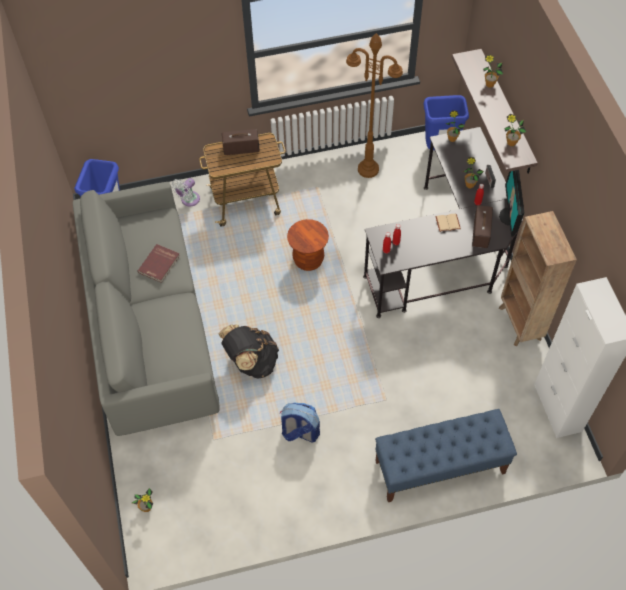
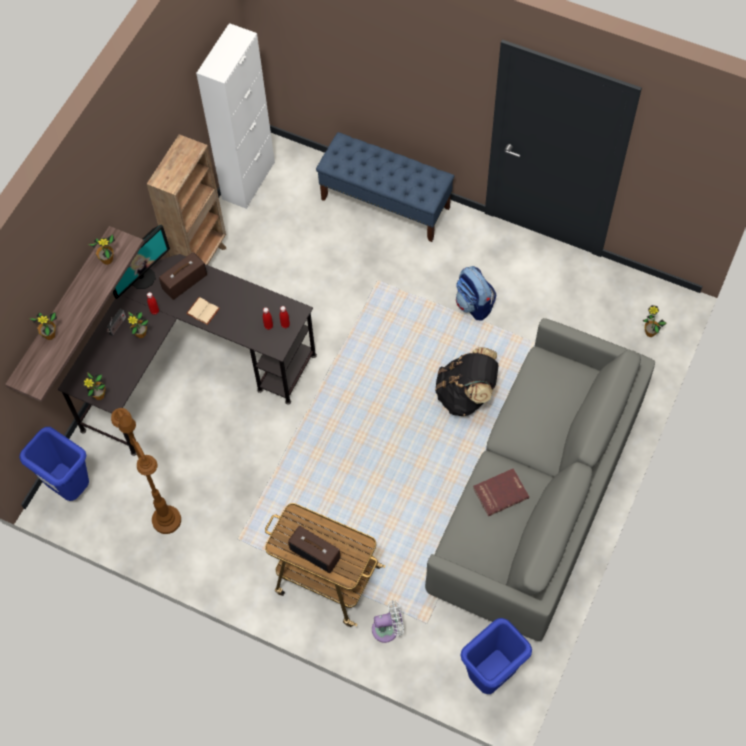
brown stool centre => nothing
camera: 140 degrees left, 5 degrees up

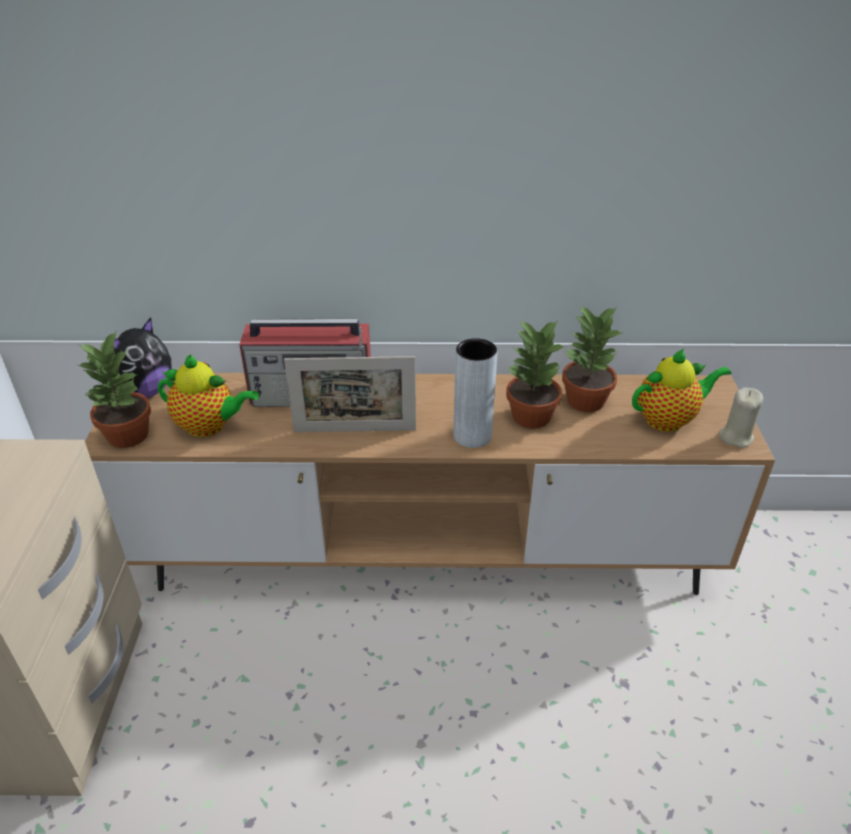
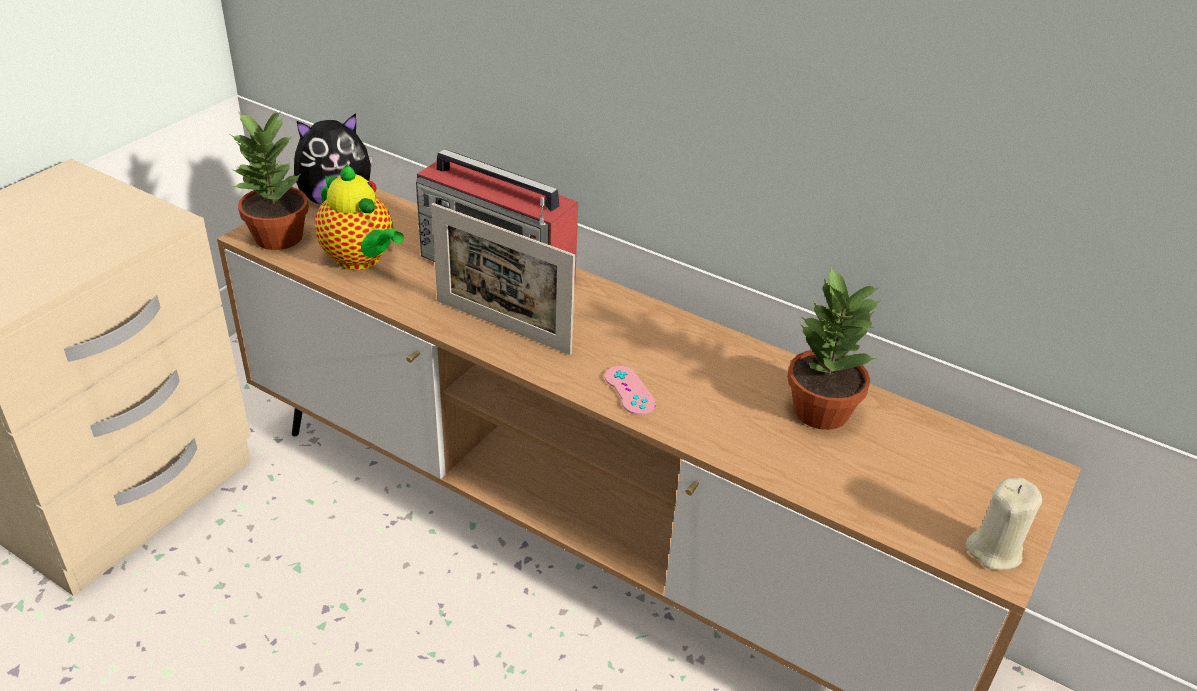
grey vase centre => pink game controller centre
potted plant (2nd from left) centre => nothing
teapot (2nd from left) middle right => nothing
camera: 30 degrees right, 0 degrees up

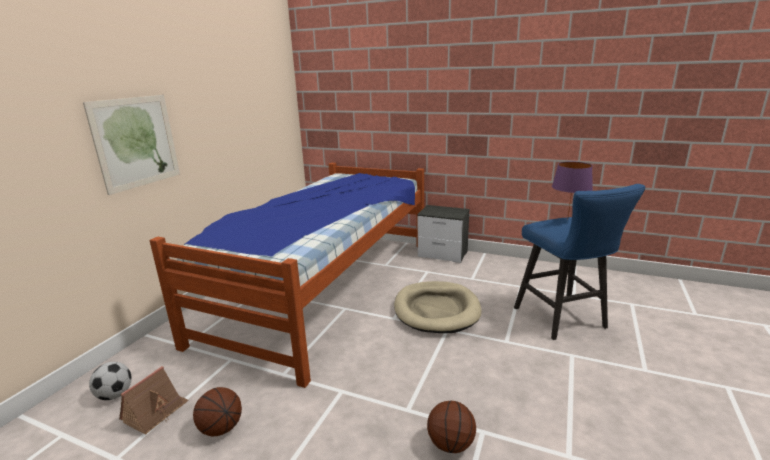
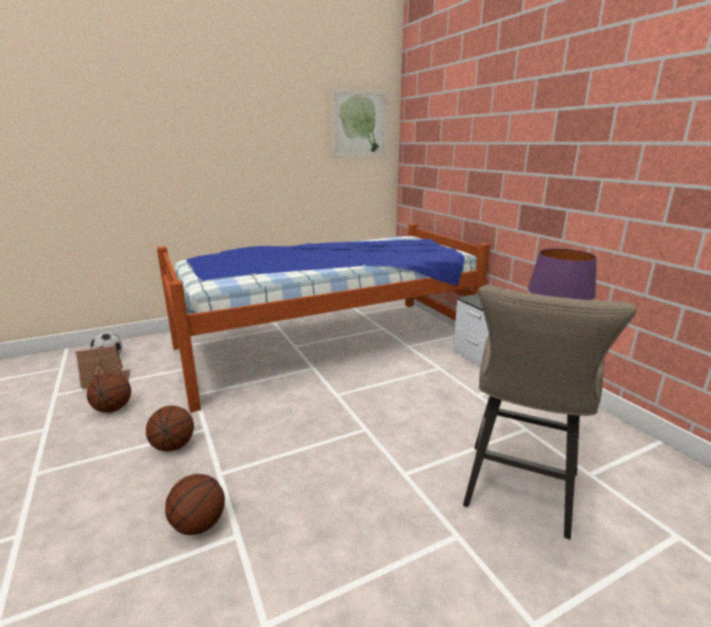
picture top left => picture top centre, move
beige dog bed bottom centre => nothing
blue stool middle right => beige stool middle right
nothing => basketball (2nd from left) bottom left
camera: 40 degrees right, 0 degrees up

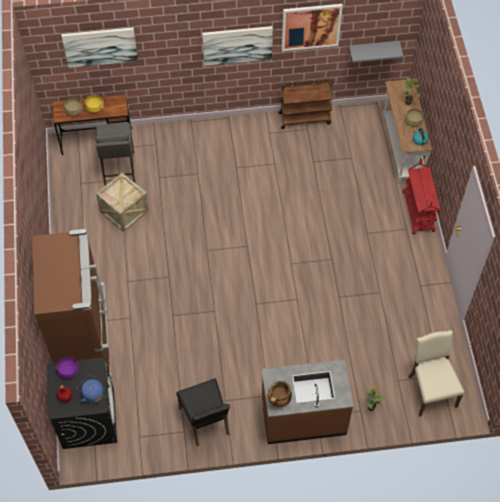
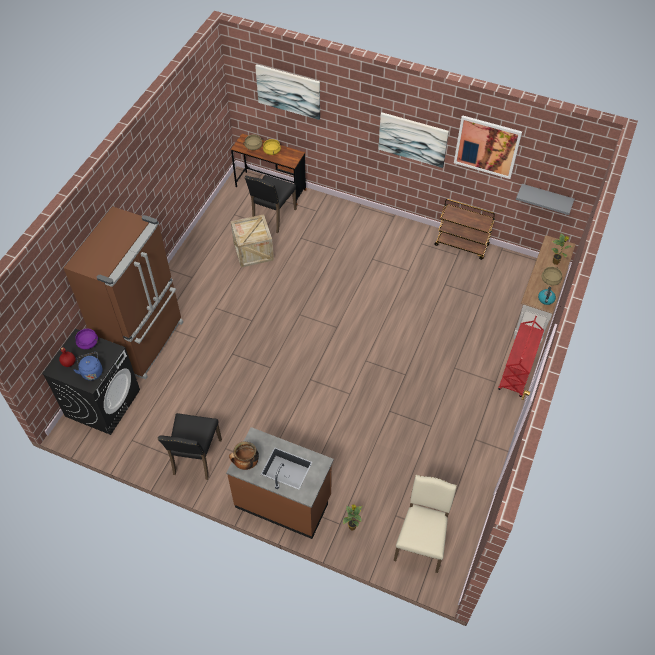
grey stool top left => black chair (2nd from left) top centre
camera: 30 degrees right, 5 degrees down

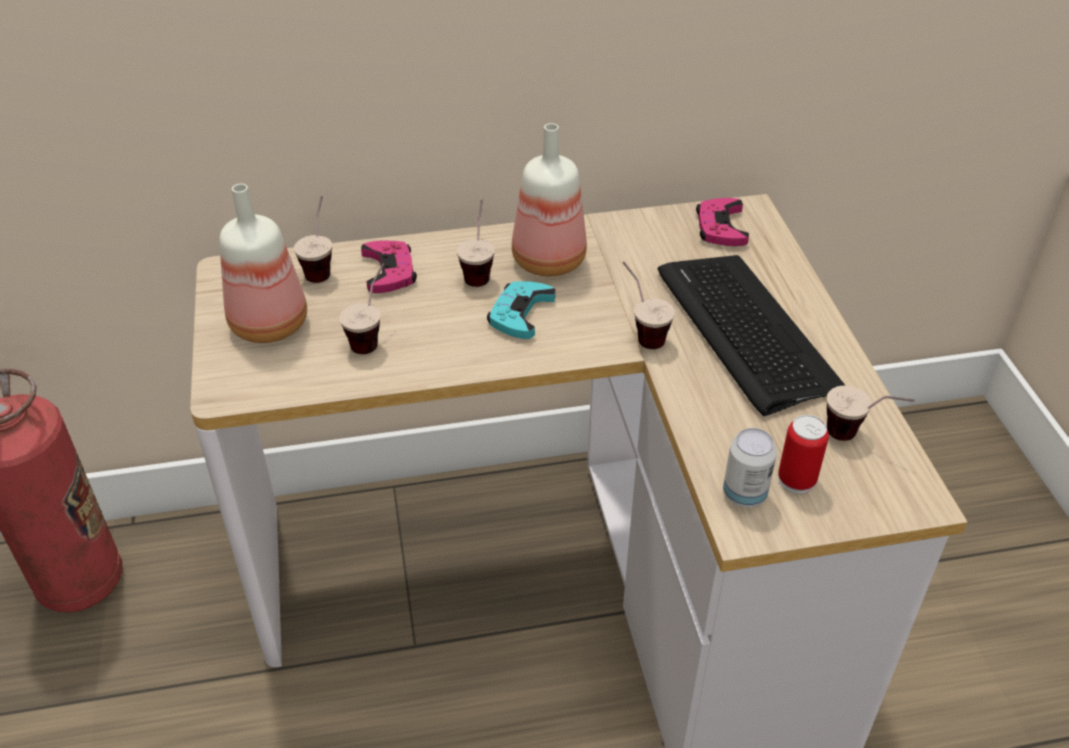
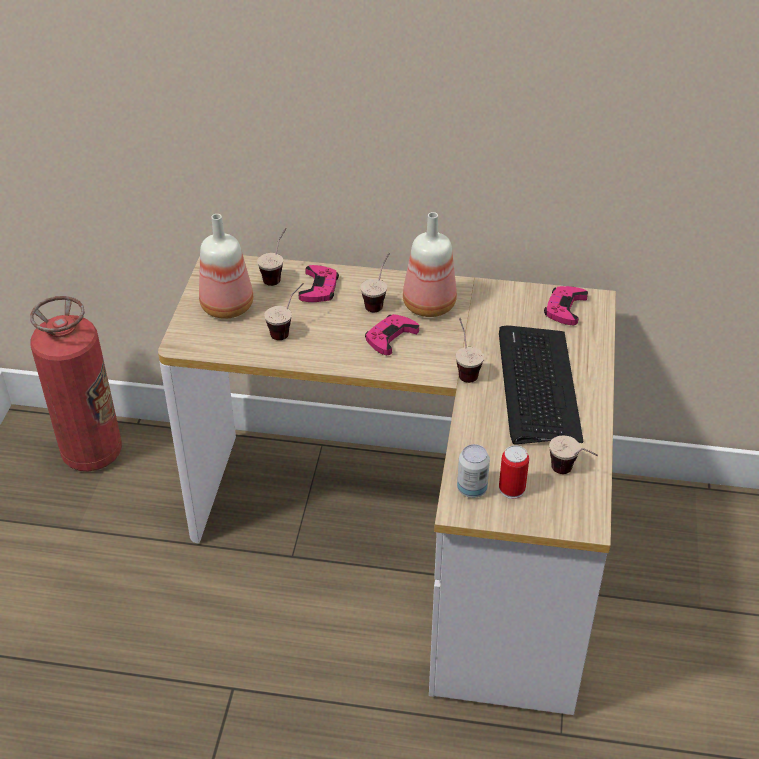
turquoise game controller centre => pink game controller (2nd from left) centre
camera: 20 degrees right, 0 degrees up

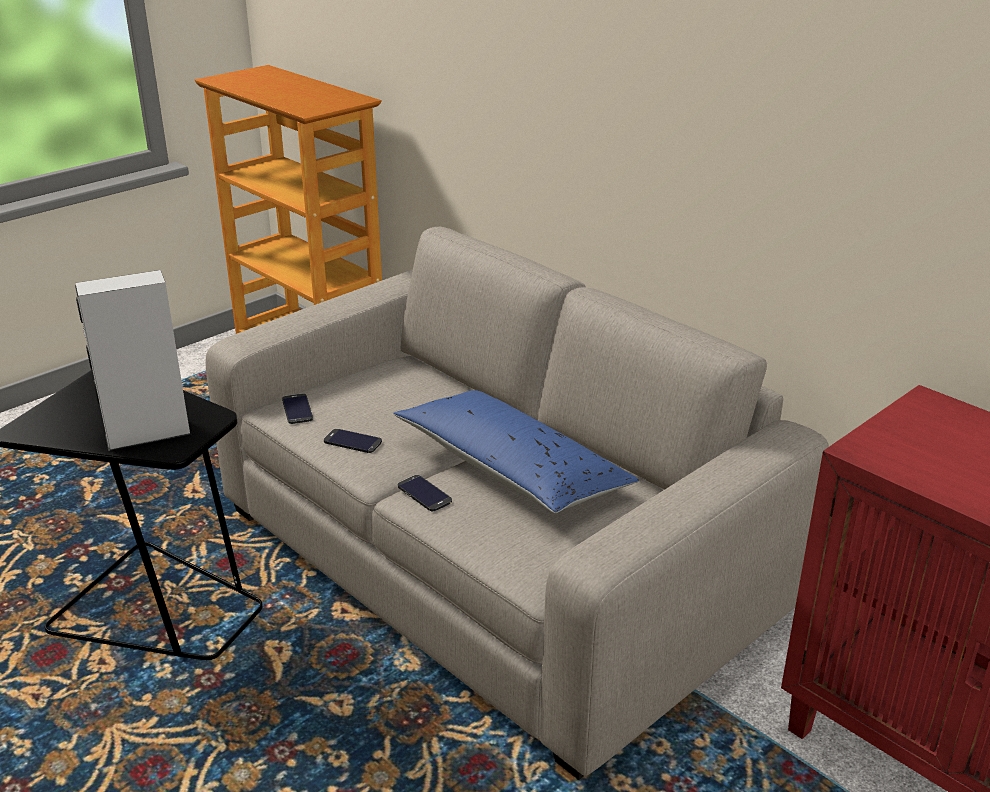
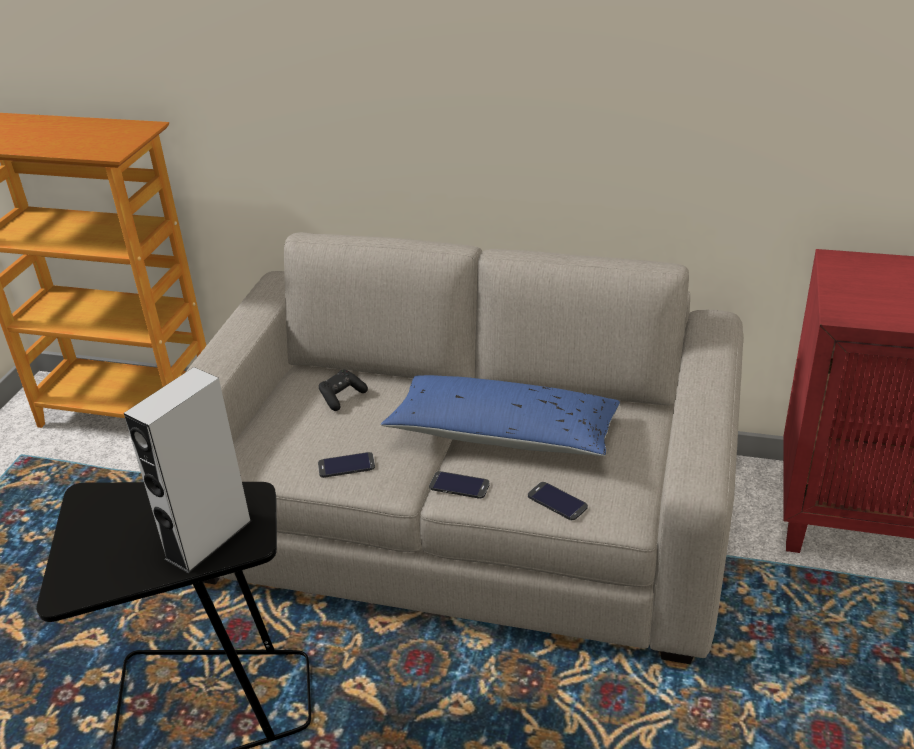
phone (1st from left in the first image) middle left => phone (3rd from left) bottom centre, move
nothing => black game controller centre
camera: 30 degrees left, 5 degrees up

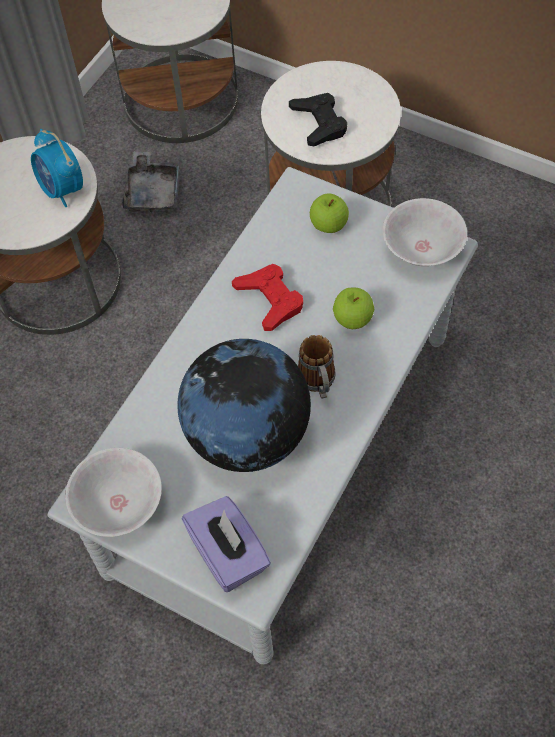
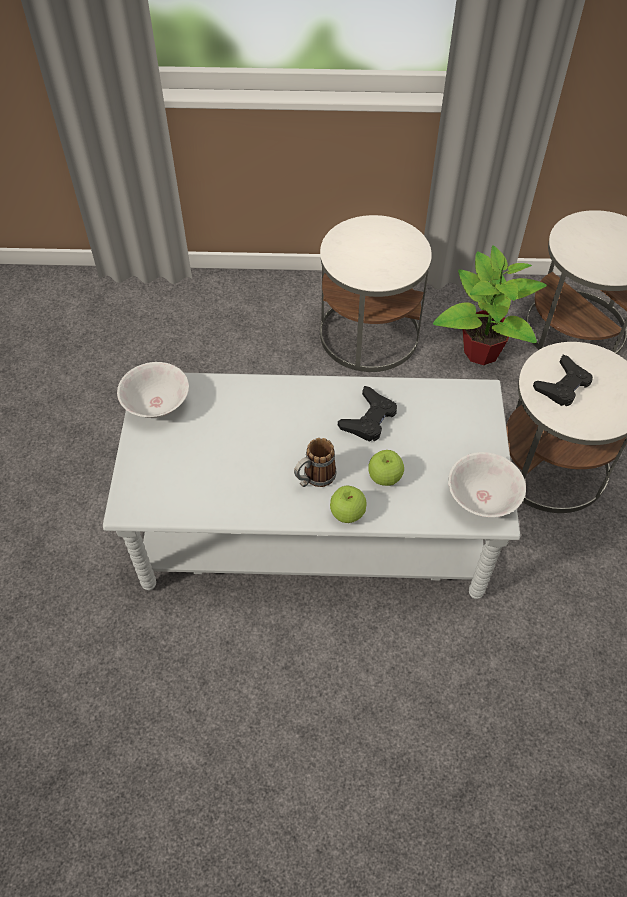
alarm clock top left => nothing
grey tray top left => potted plant middle right
globe centre => nothing
purple tissue box bottom centre => nothing
red game controller centre => black game controller (1st from left) centre
apple (1st from left) top centre => apple (1st from left) centre, move
camera: 60 degrees right, 5 degrees down

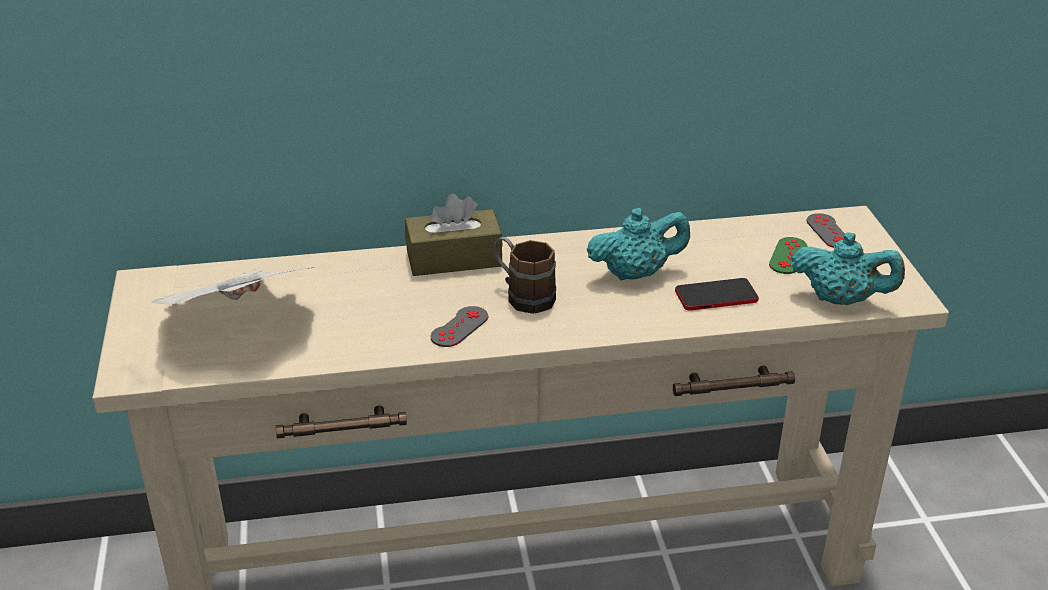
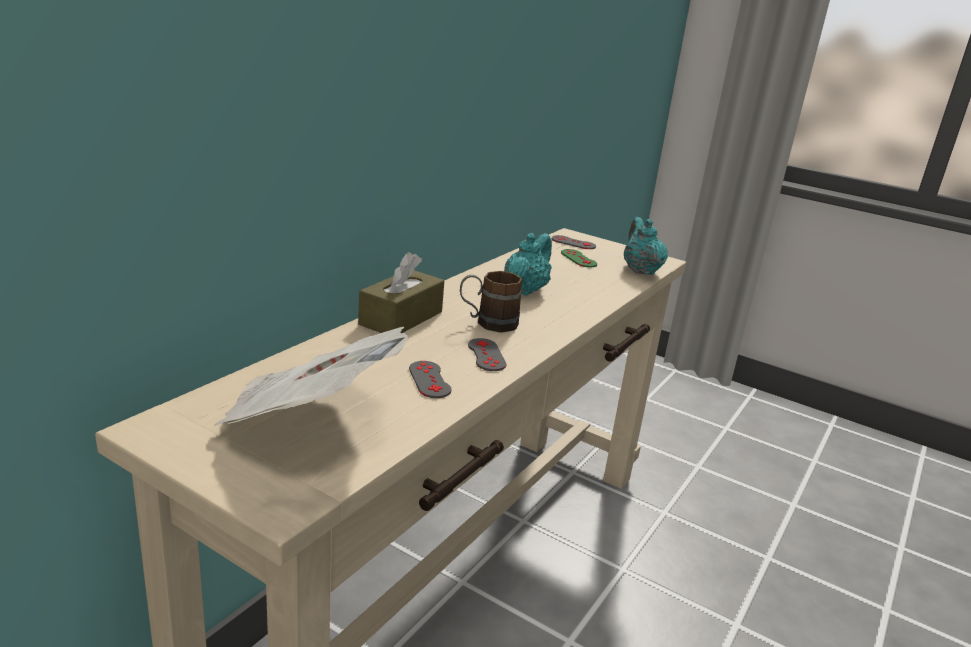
phone middle right => nothing
turquoise teapot (2nd from left) middle right => turquoise teapot (2nd from left) centre, 75 degrees counterclockwise
nothing => grey game controller (1st from left) centre
camera: 50 degrees left, 10 degrees down

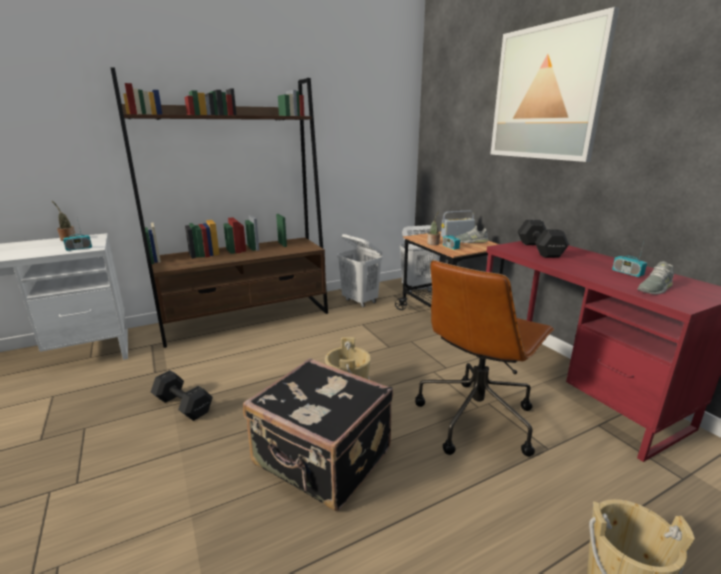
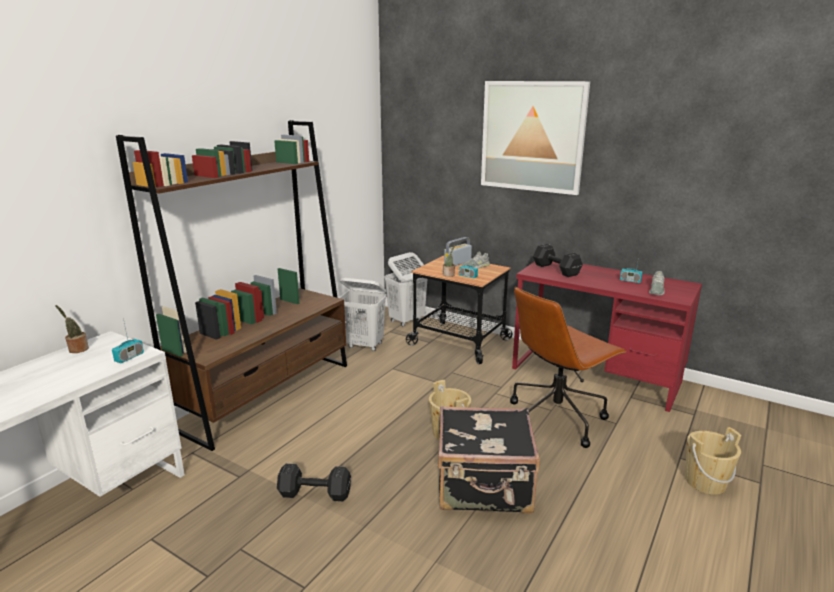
brown office chair middle right, 45 degrees clockwise
camera: 30 degrees left, 0 degrees up

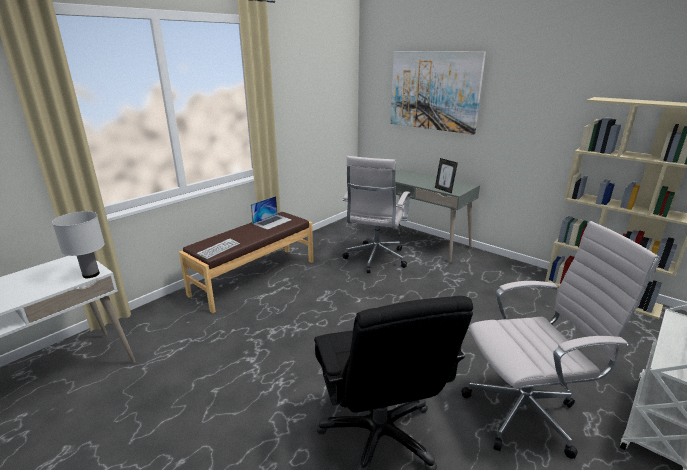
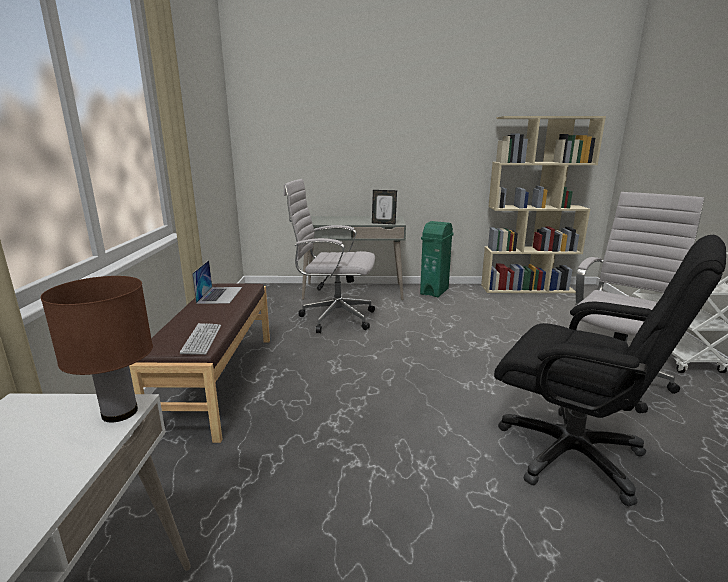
white table lamp middle left => brown table lamp middle left
white office chair (1st from left) centre, 120 degrees clockwise
picture top centre => nothing
nothing => green trash can centre
camera: 40 degrees left, 5 degrees down

